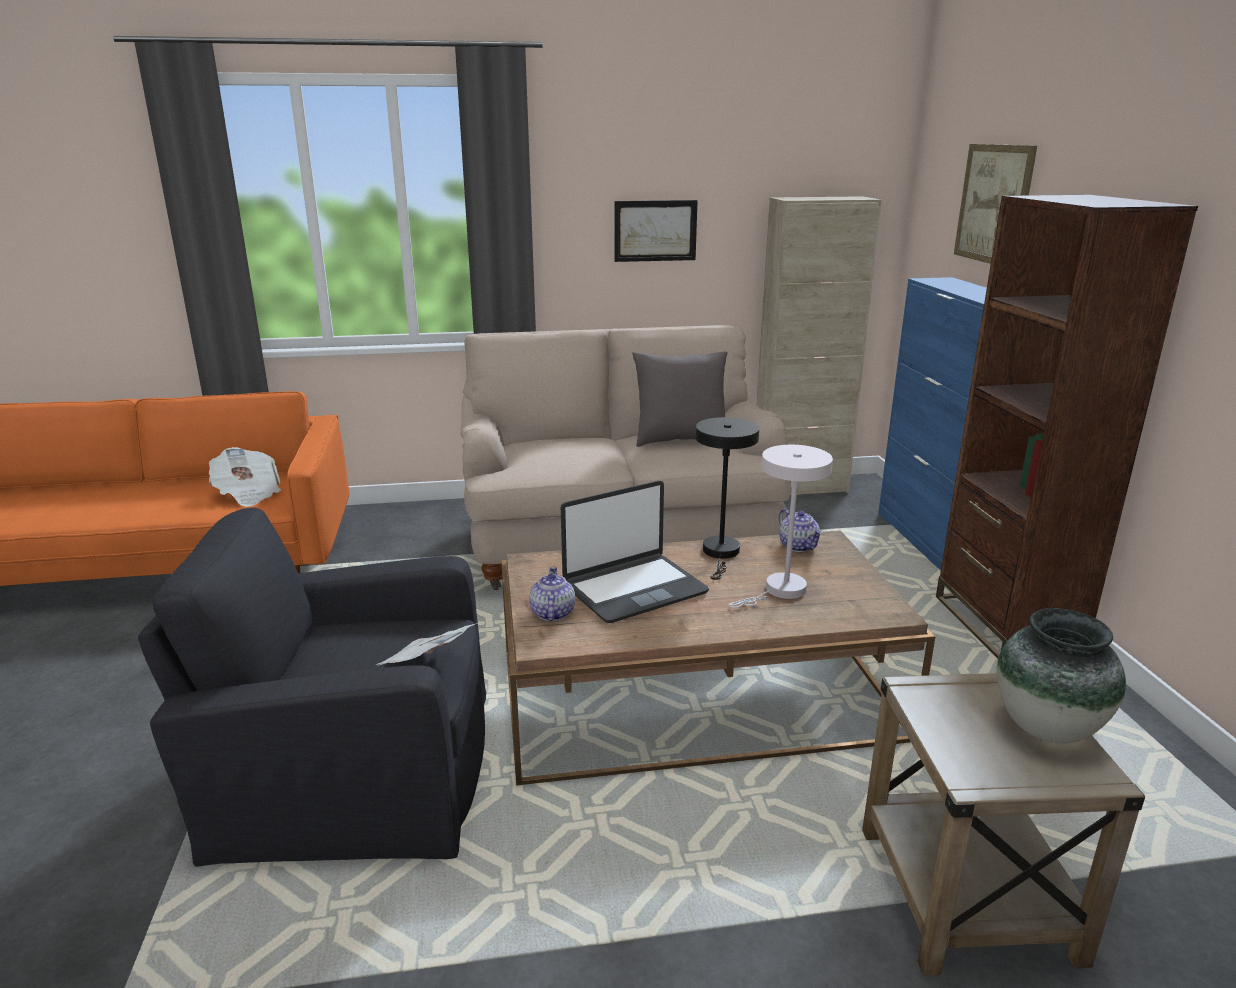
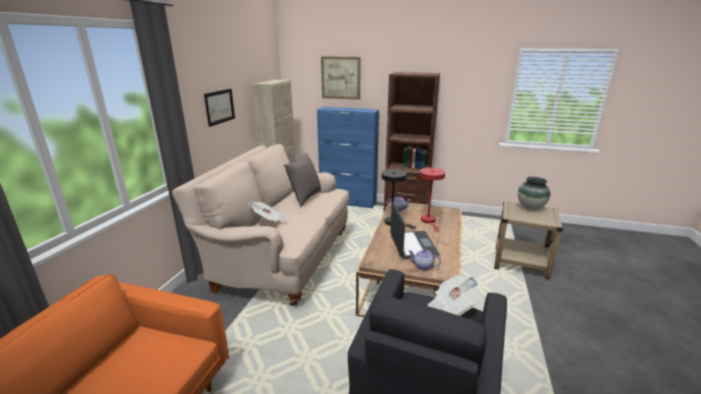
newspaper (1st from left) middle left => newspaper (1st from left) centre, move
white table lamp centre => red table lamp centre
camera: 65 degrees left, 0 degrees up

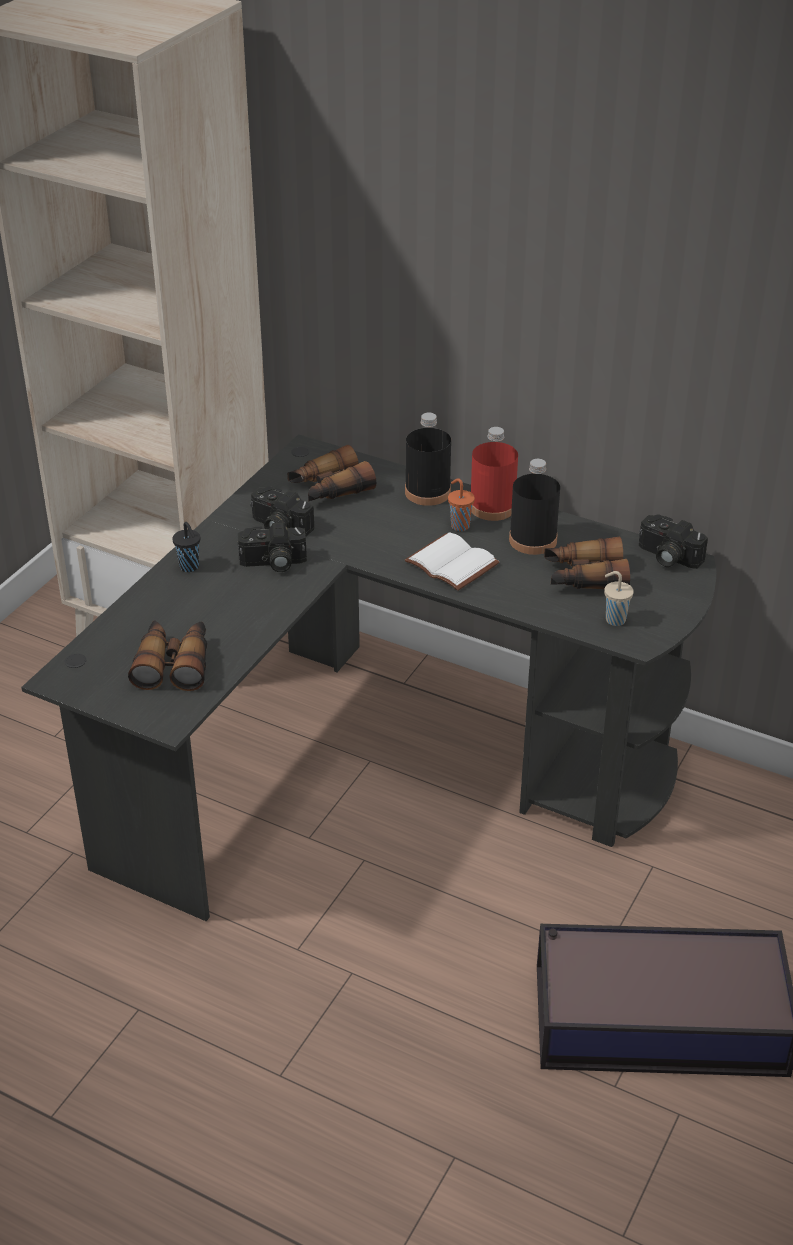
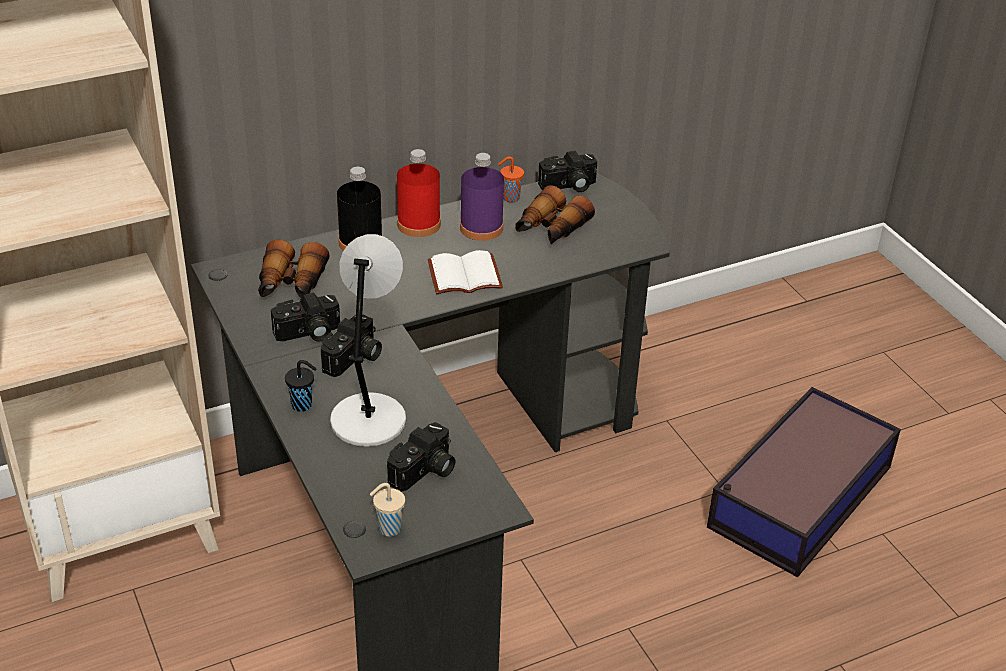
binoculars (1st from left) middle left => photo camera (3rd from left) bottom centre
orange cup centre => orange cup top centre, move
black bottle (2nd from left) middle right => purple bottle top centre
beige cup middle right => beige cup bottom centre, move
nothing => grey table lamp centre
camera: 55 degrees left, 0 degrees up

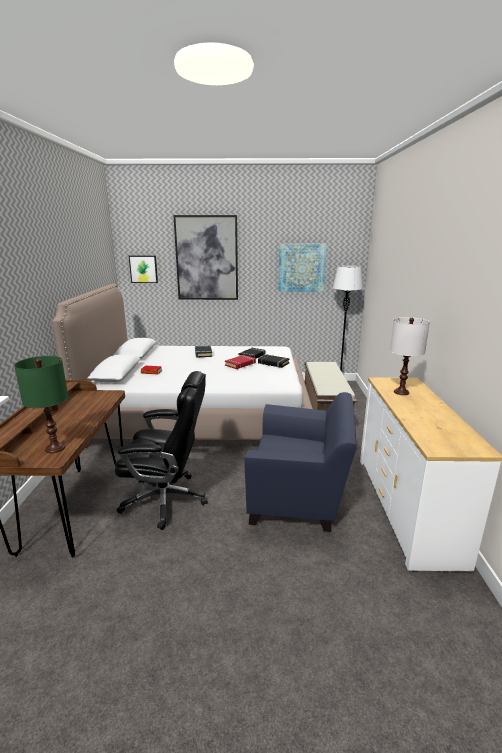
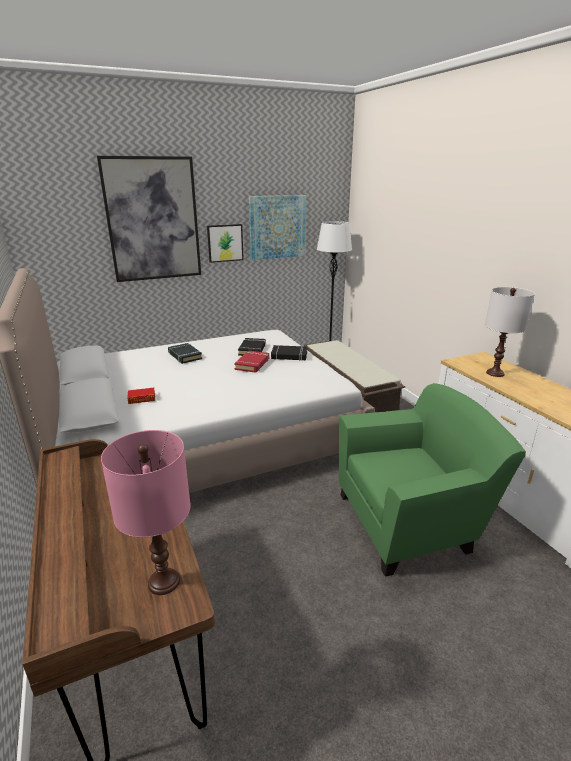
green table lamp middle left => pink table lamp bottom left
black office chair middle left => nothing
picture (1st from left in the first image) middle left => picture (2nd from left) top centre, move
blue armchair centre => green armchair middle right
camera: 25 degrees left, 5 degrees up

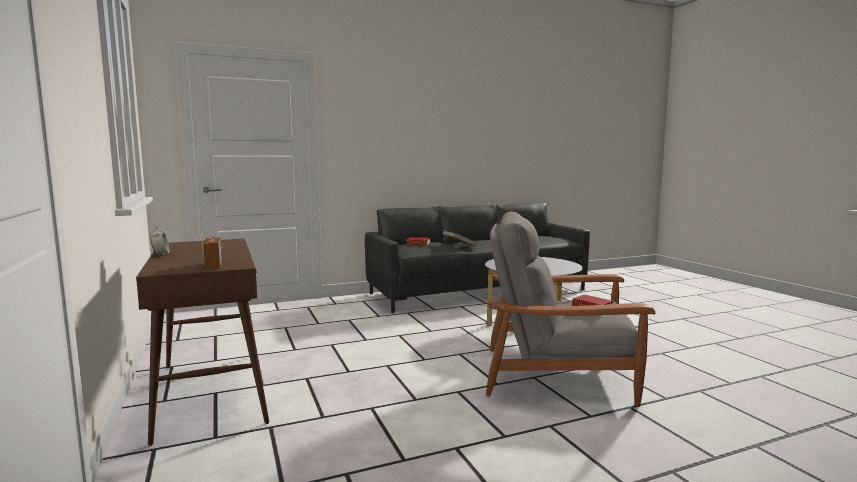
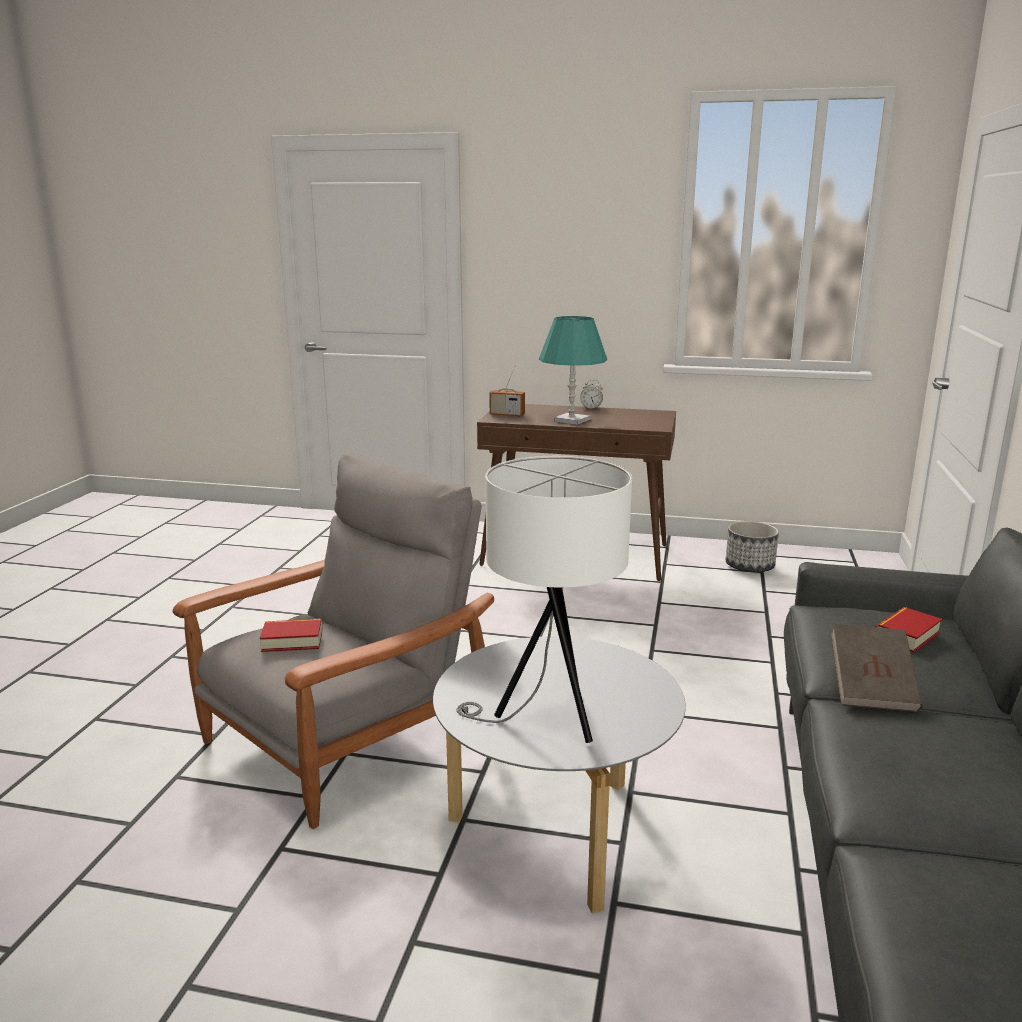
nothing => white table lamp centre
nothing => turquoise table lamp centre
nothing => planter middle right
camera: 125 degrees right, 10 degrees up

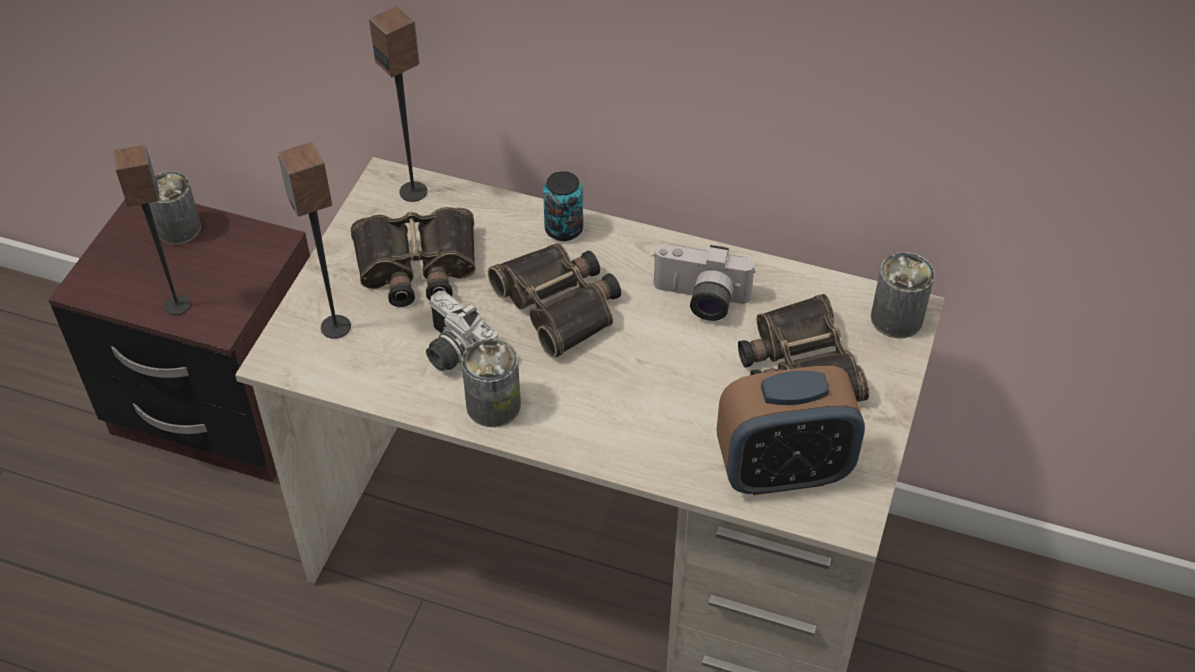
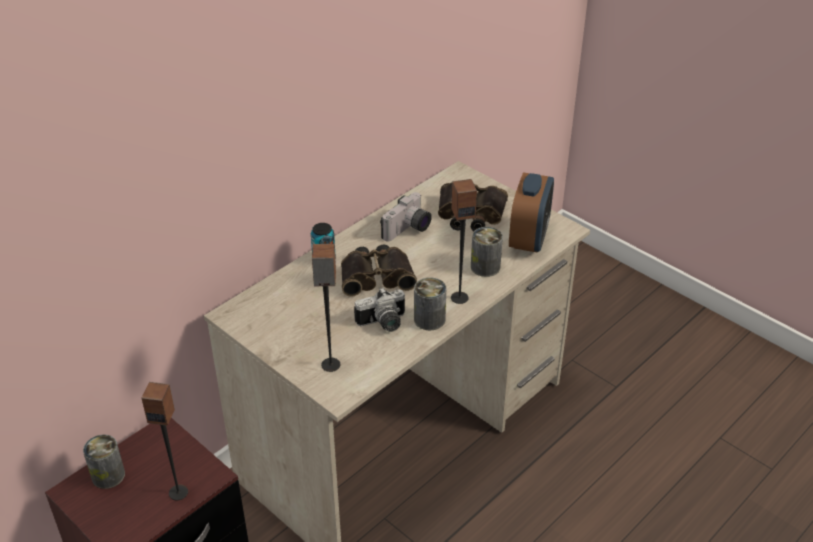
binoculars (1st from left) centre => nothing
speaker (3rd from left) top left => speaker (3rd from left) centre, move
can (4th from left) middle right => can (4th from left) centre, move
camera: 65 degrees left, 10 degrees down

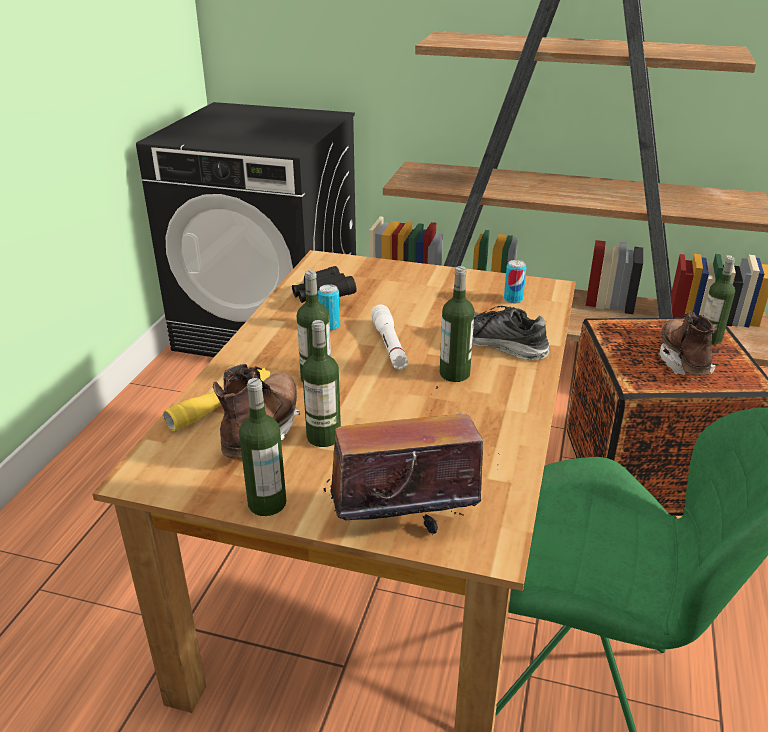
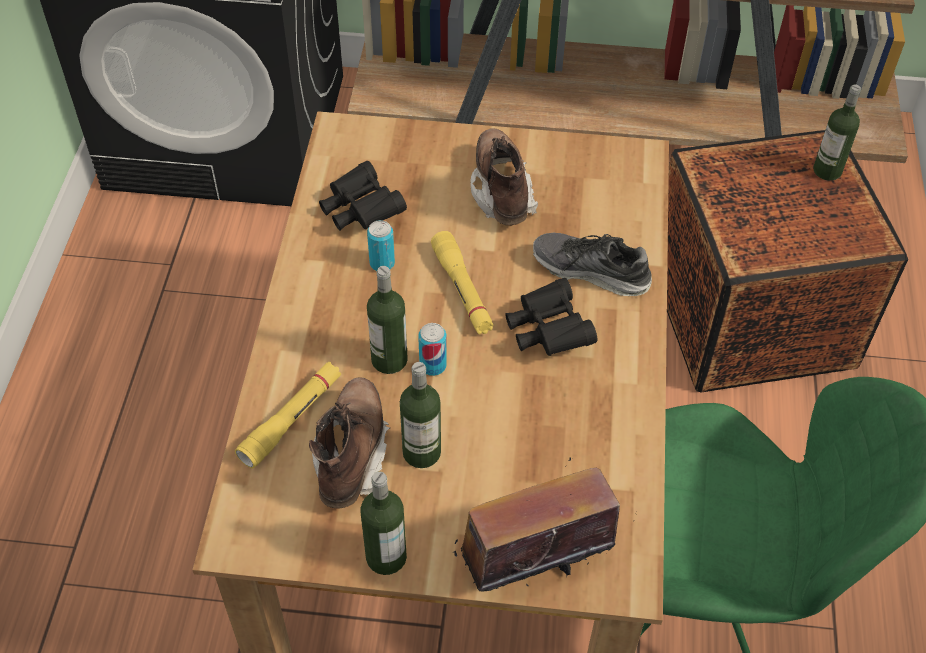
white flashlight centre => yellow flashlight (2nd from left) centre
bottle (4th from left) centre => black binoculars (2nd from left) centre
can (2nd from left) middle right => can (2nd from left) centre, move
brown boot (2nd from left) middle right => brown boot (2nd from left) top centre, move
camera: 10 degrees left, 20 degrees up

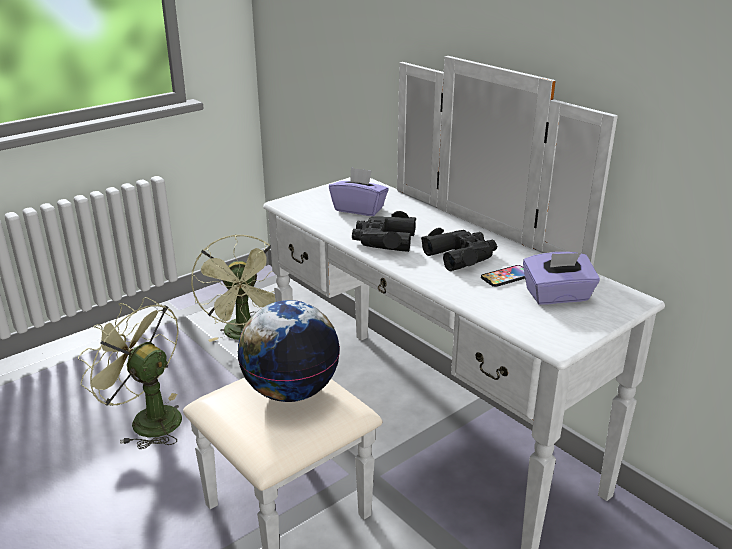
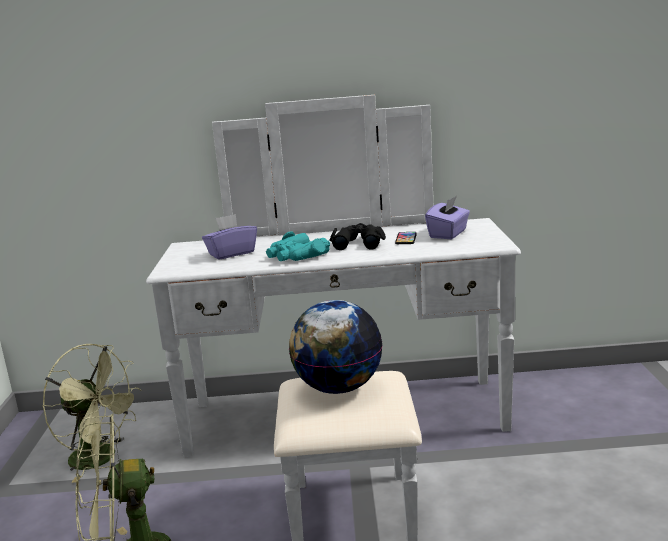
black binoculars (1st from left) centre => turquoise binoculars centre
camera: 50 degrees left, 10 degrees down

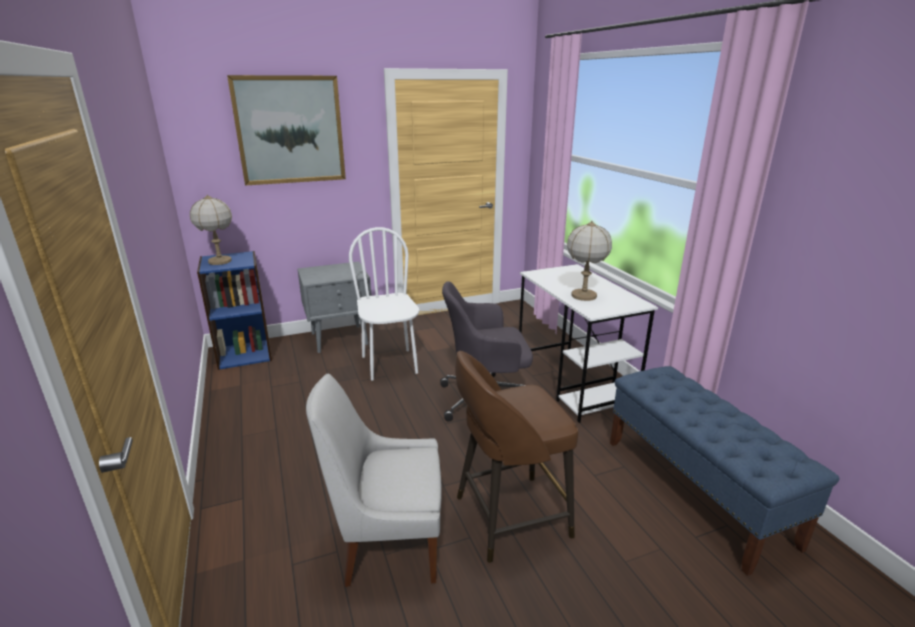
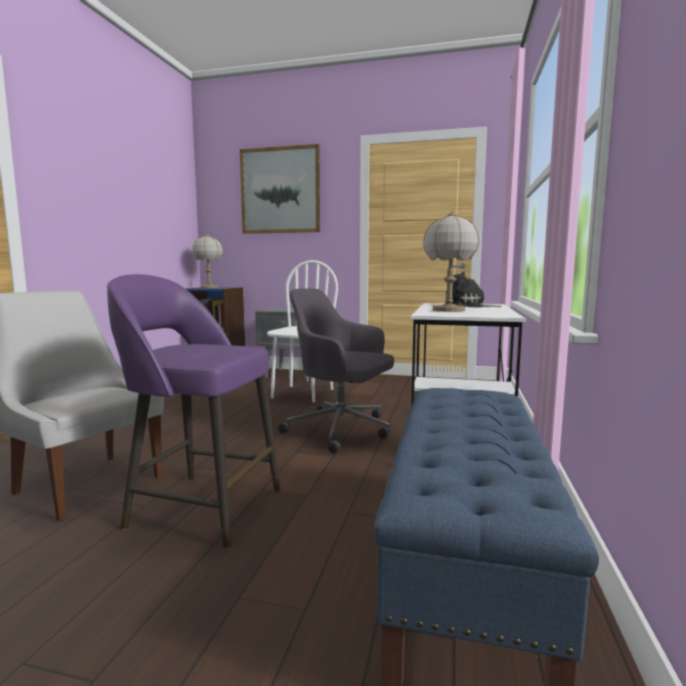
brown stool bottom centre => purple stool middle left
nothing => plush toy middle right
camera: 35 degrees right, 15 degrees down

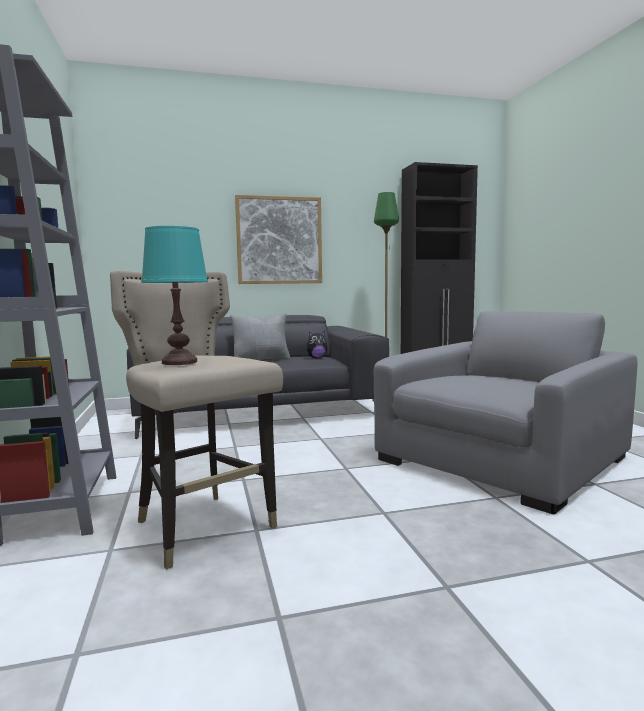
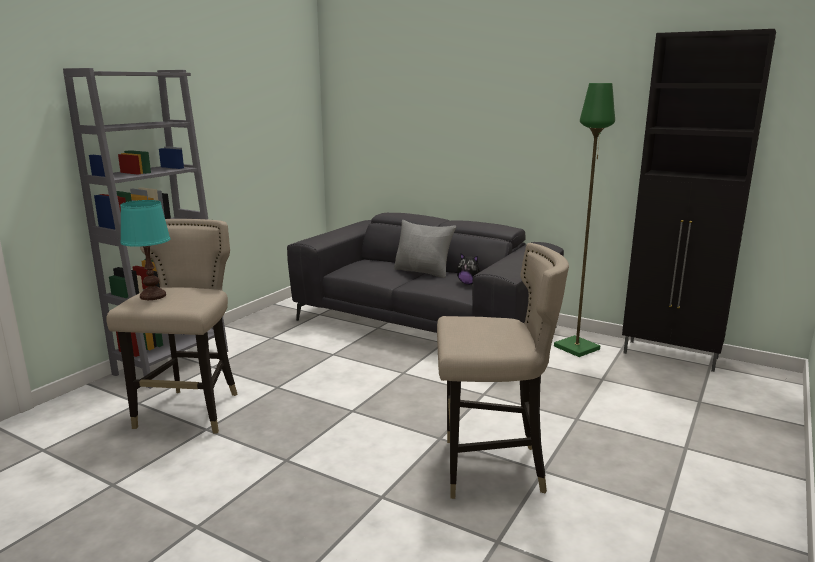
picture centre => nothing
grey armchair middle right => beige stool (2nd from left) centre
camera: 45 degrees right, 10 degrees up

